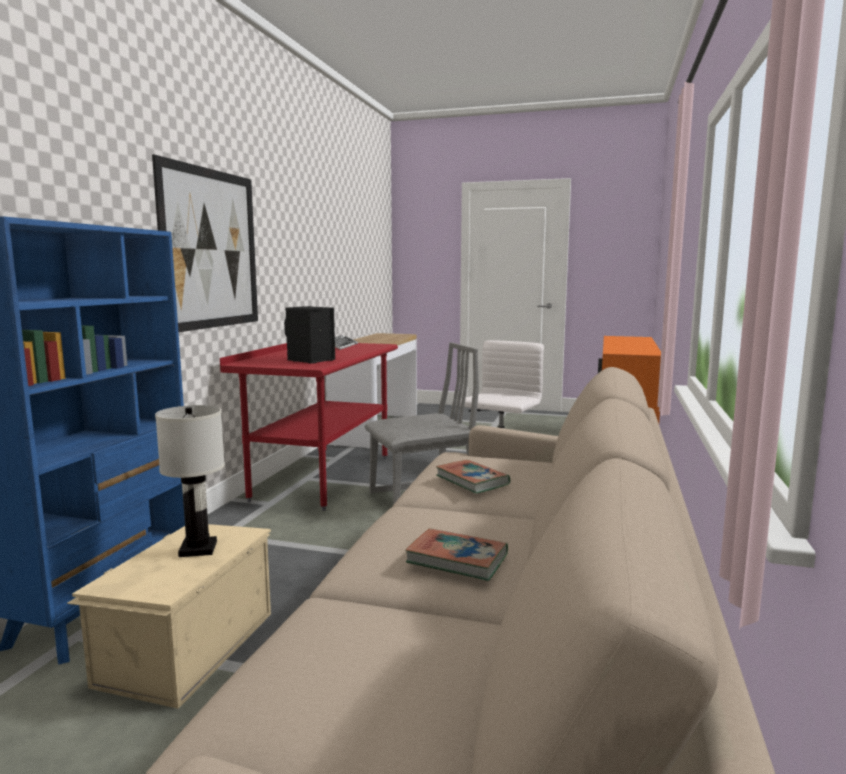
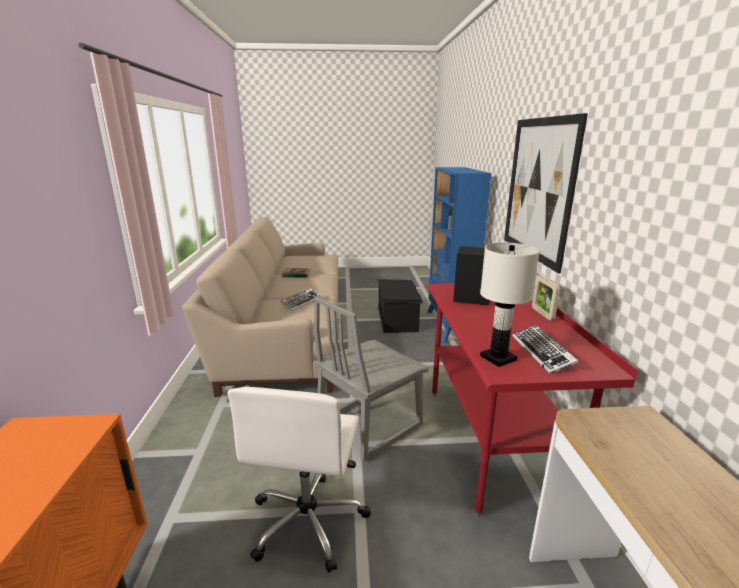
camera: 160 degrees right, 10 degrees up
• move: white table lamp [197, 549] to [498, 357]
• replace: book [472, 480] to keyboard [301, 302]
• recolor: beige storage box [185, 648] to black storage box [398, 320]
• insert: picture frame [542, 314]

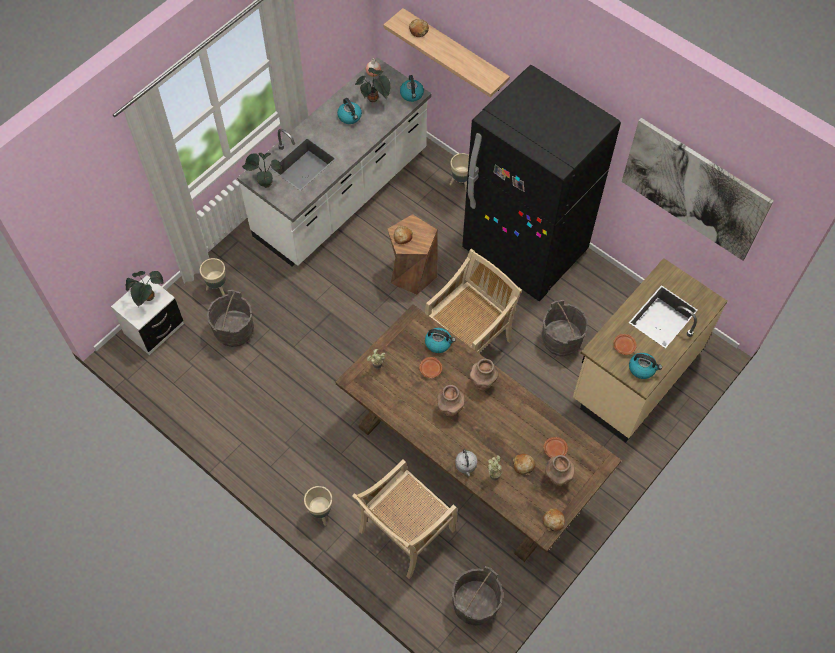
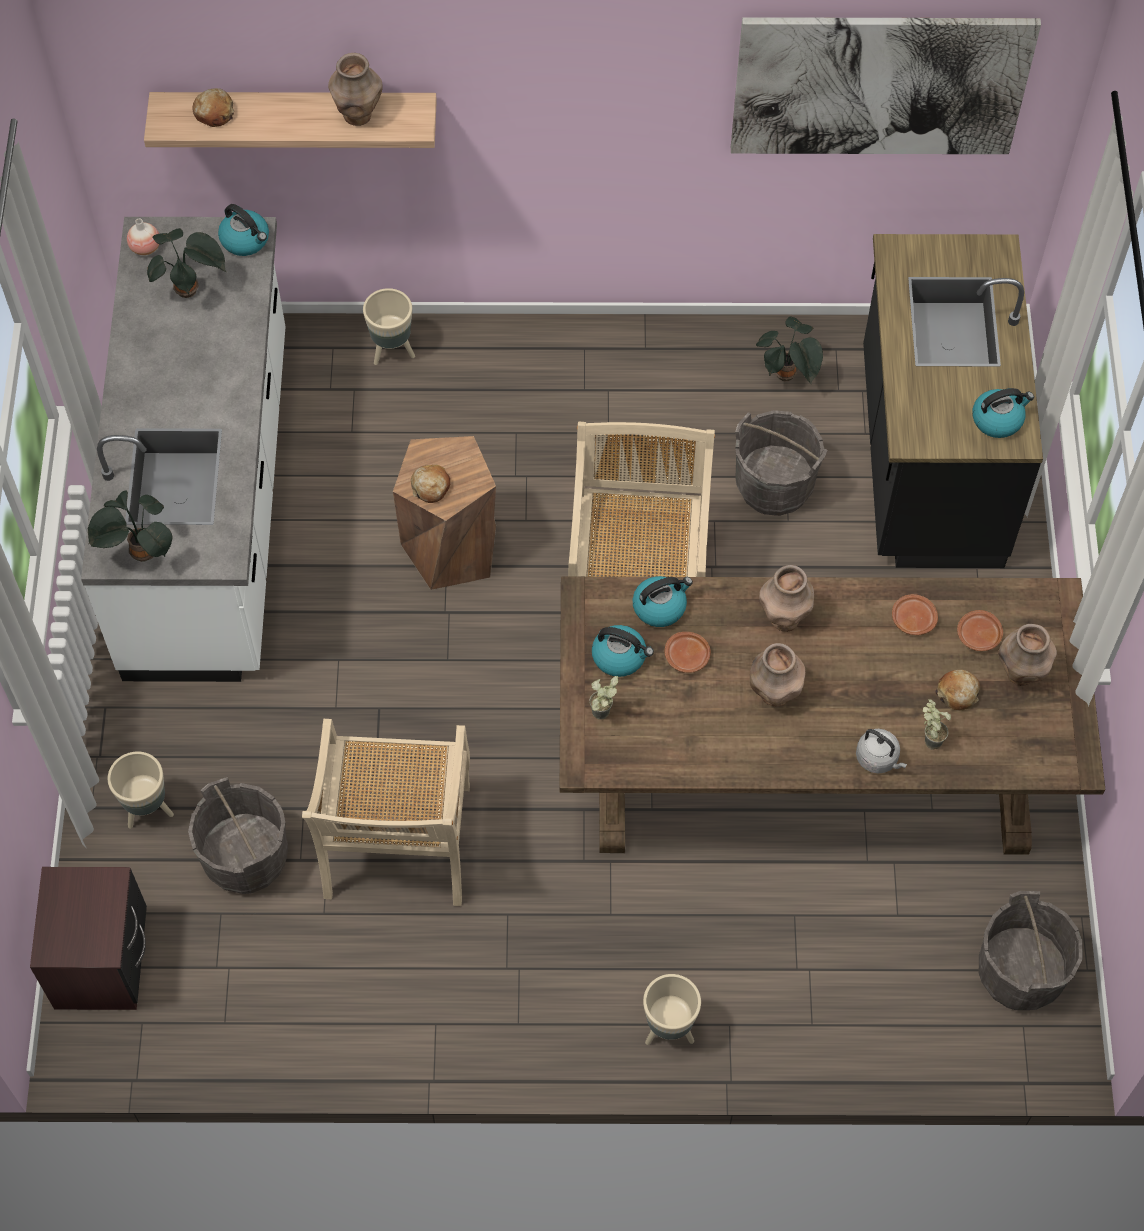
camera: 40 degrees left, 0 degrees up
• delete: black fridge [524, 251]
• move: kettle [350, 117] to [620, 657]
• recolor: beige counter [634, 376] to black counter [927, 460]
• move: potted plant [148, 298] to [787, 376]
• recolor: white nightstand [154, 329] to brown nightstand [101, 960]
• move: brown plate [624, 346] to [913, 619]
• move: beige chair [405, 532] to [398, 845]
• delete: bread [553, 521]
• insert: brown vase [358, 115]

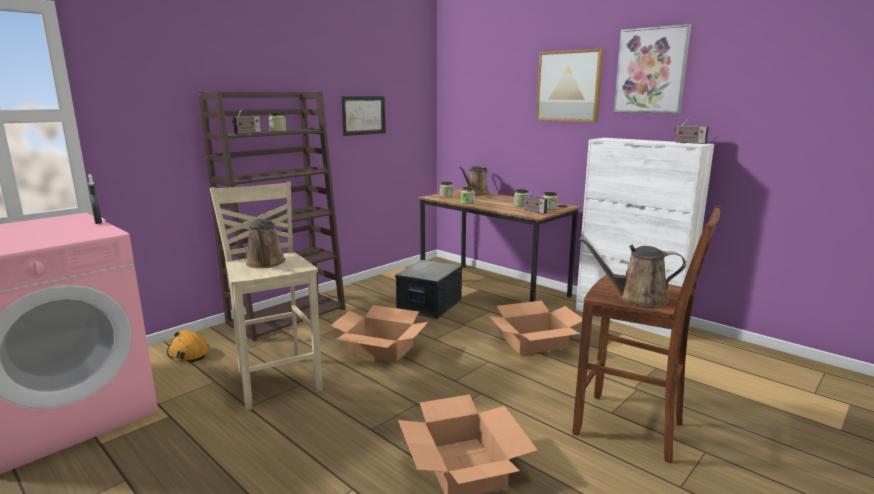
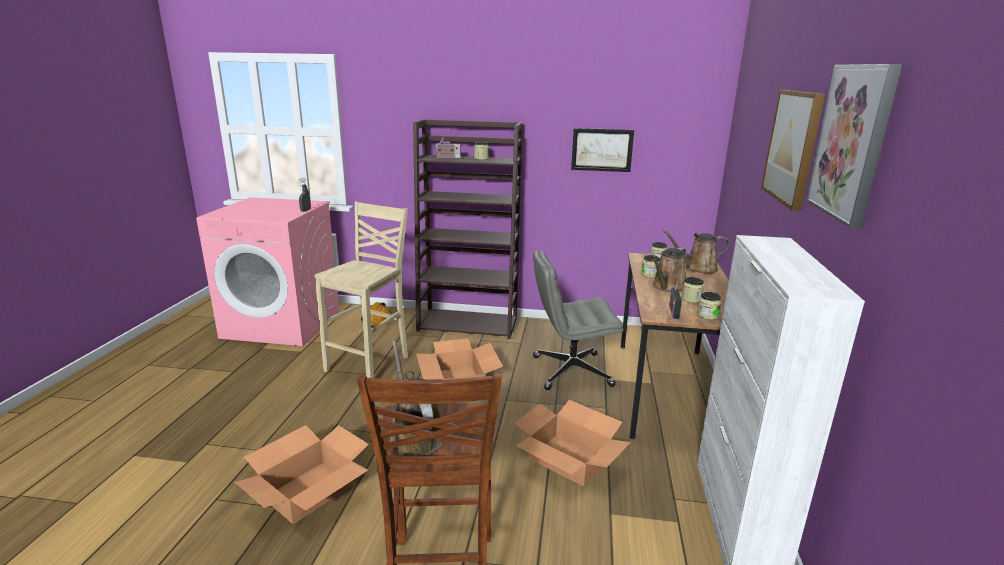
camera: 55 degrees right, 5 degrees up
• delete: radio [688, 142]
• move: brown watering can [265, 263] to [667, 287]
• replace: storage box [429, 306] to grey office chair [570, 371]

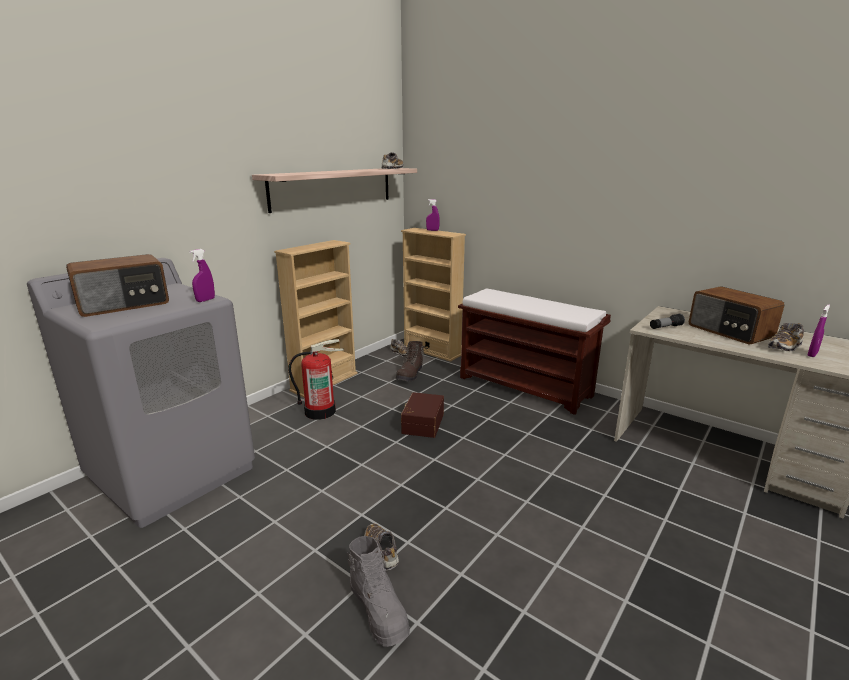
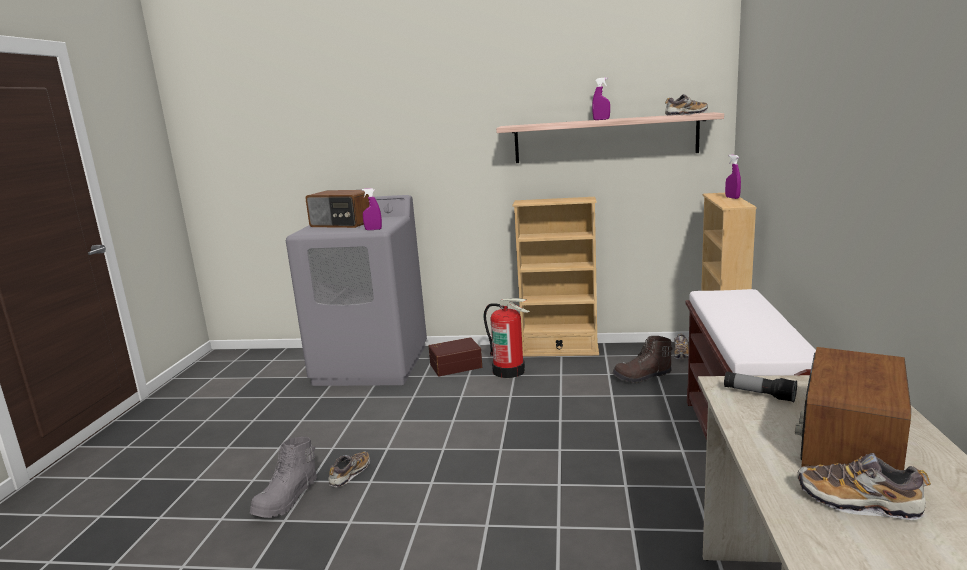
camera: 60 degrees right, 5 degrees down
• move: purple spray bottle [812, 354] to [601, 119]
• move: brown storage box [421, 423] to [455, 365]

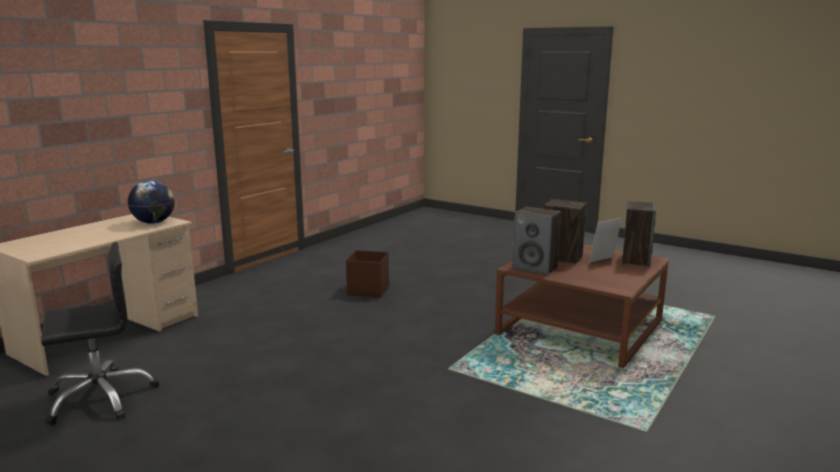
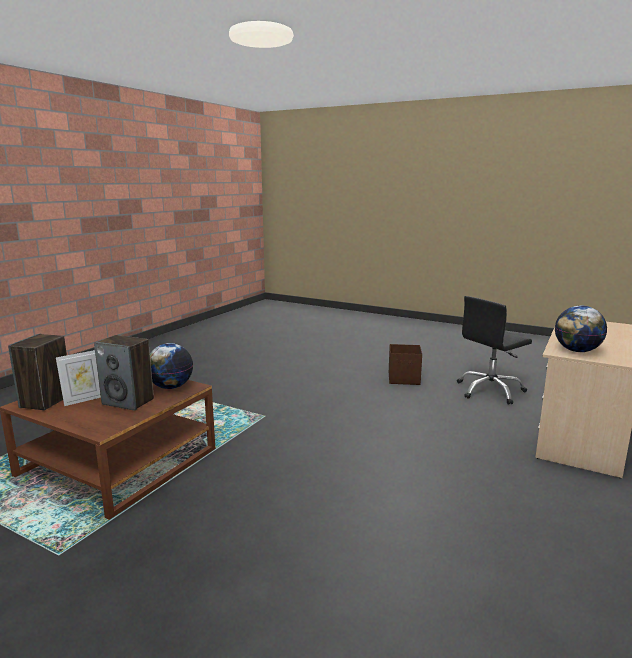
camera: 175 degrees right, 0 degrees up
• replace: speaker [535, 268] to globe [171, 387]
• move: brown storage box [367, 290] to [404, 379]

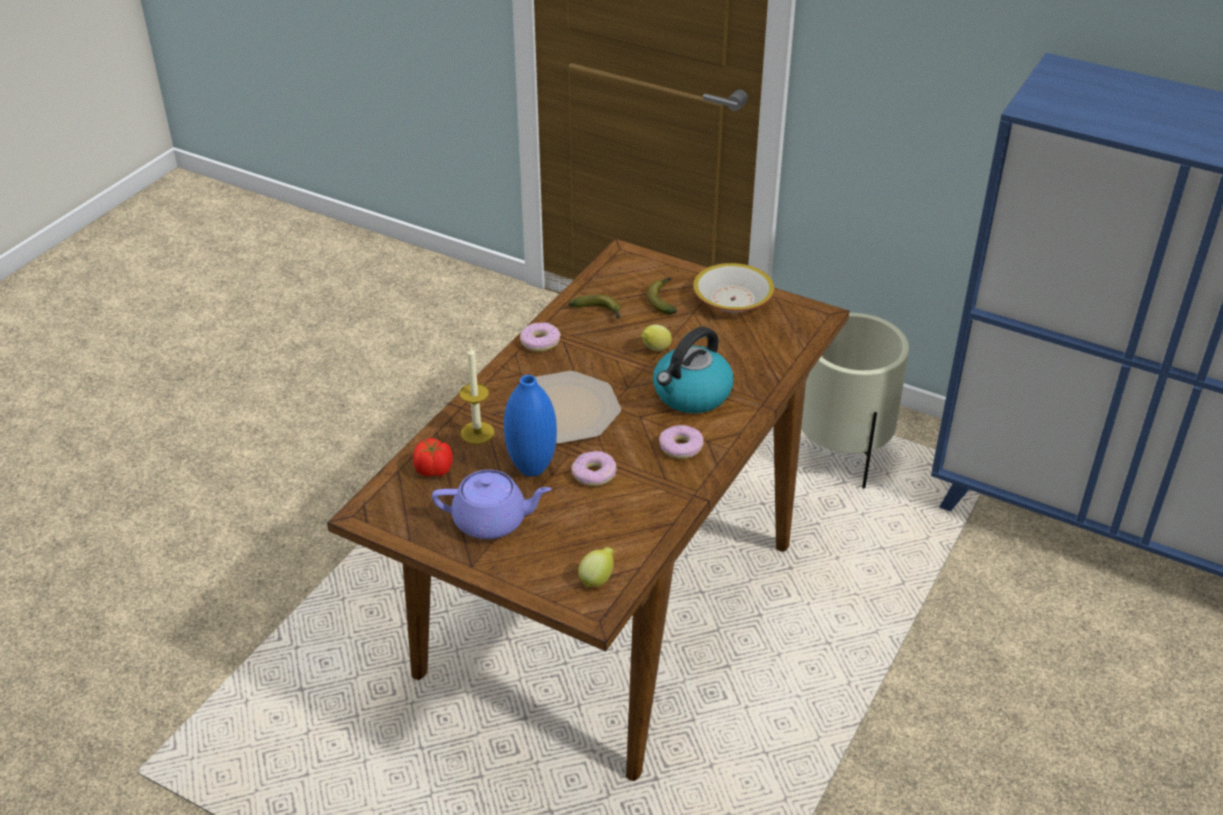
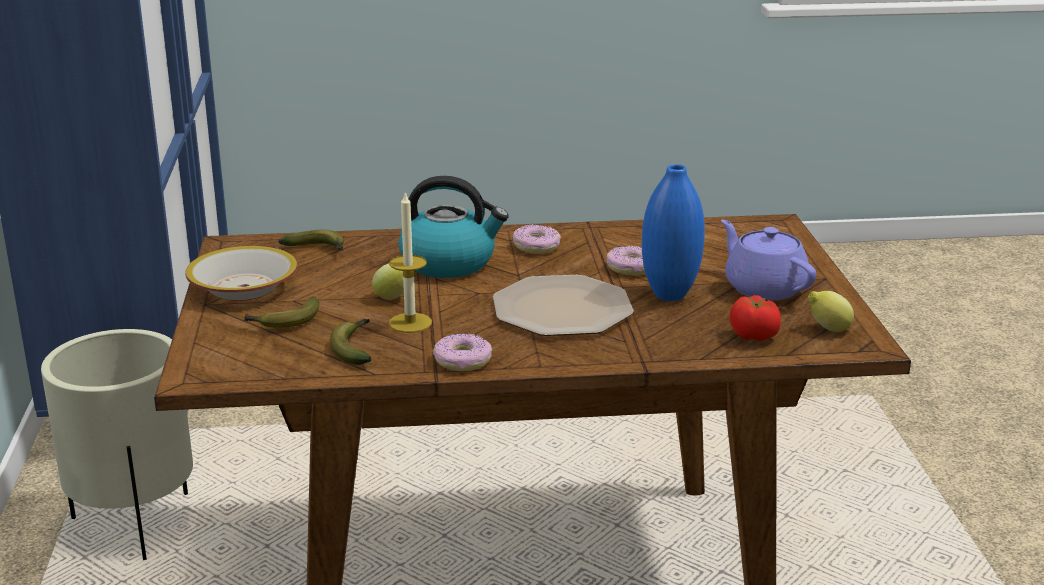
camera: 125 degrees left, 15 degrees down
• move: candle [477, 433] to [410, 323]
• move: lemon [597, 579] to [828, 329]
• insert: banana [318, 249]

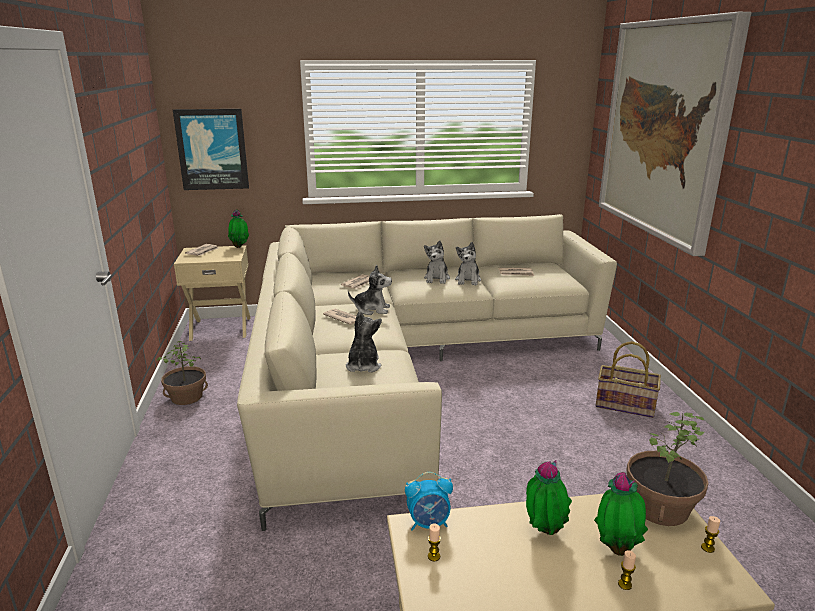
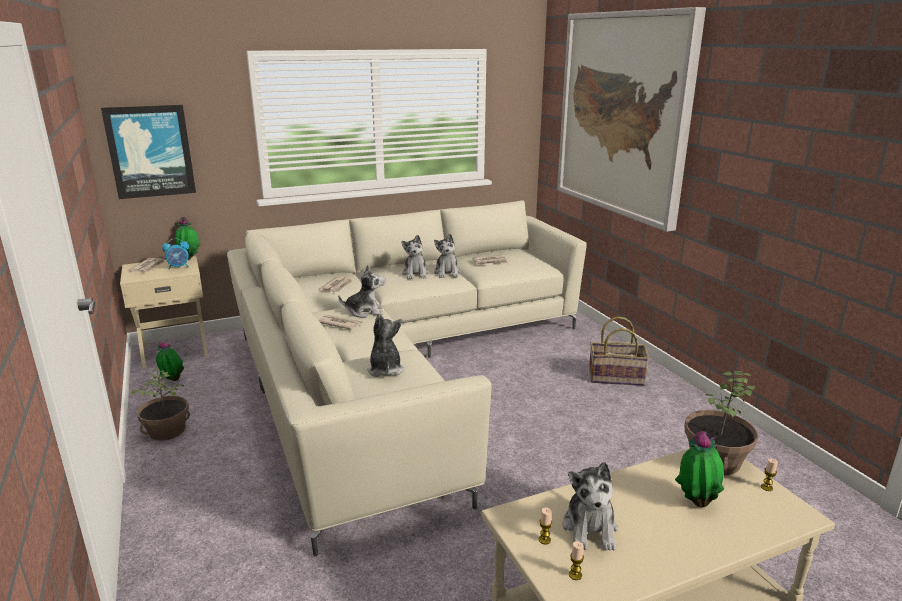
camera: 15 degrees left, 0 degrees up
• move: potted plant [543, 532] to [172, 380]
• move: alarm clock [429, 523] to [179, 267]
• move: candle [624, 584] to [575, 575]
• insert: plush toy [590, 528]

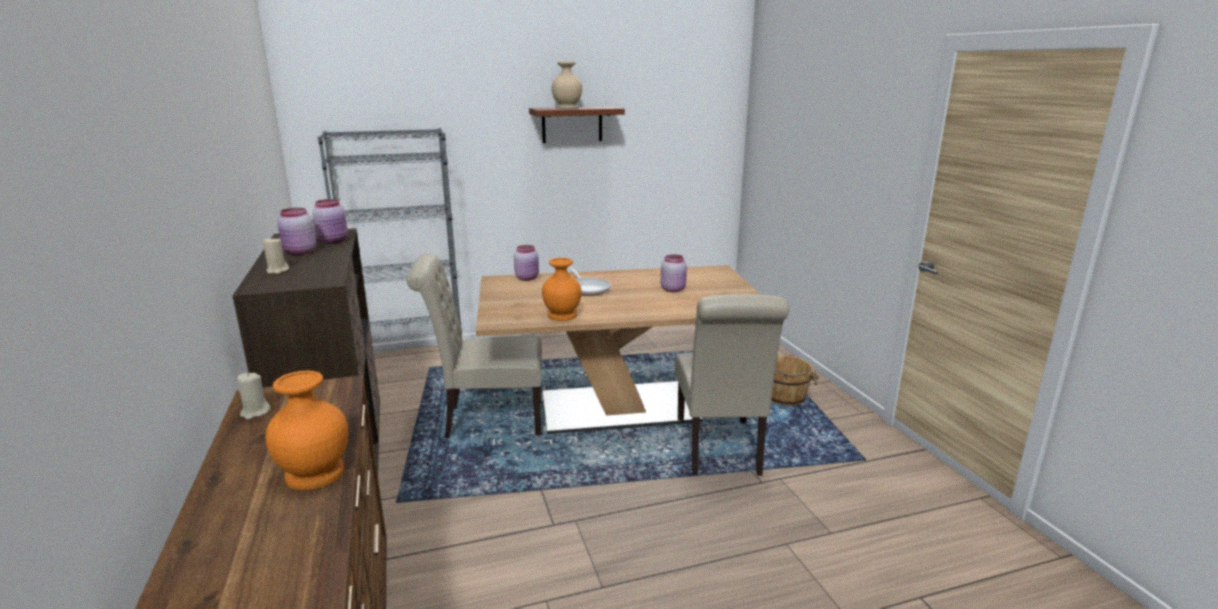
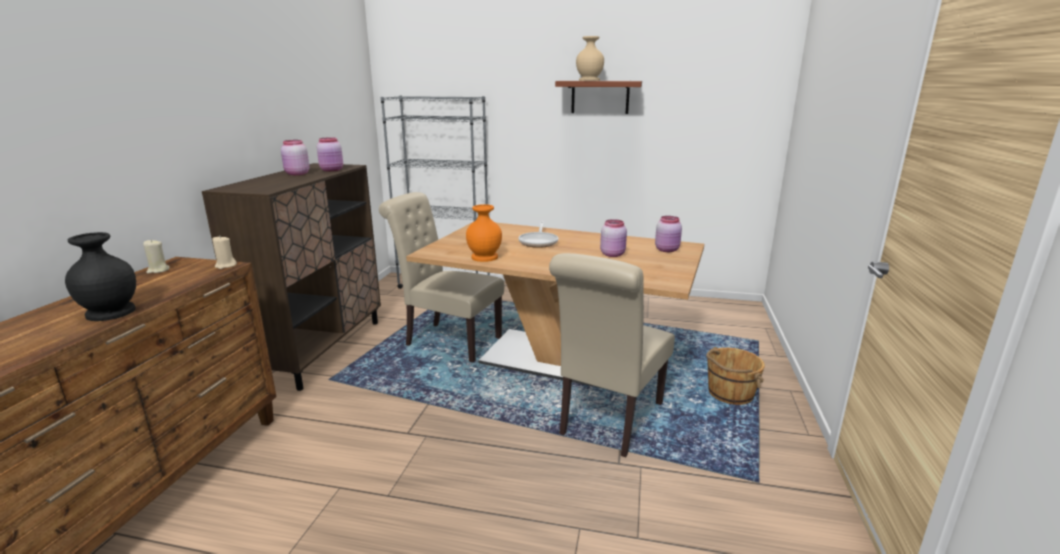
camera: 30 degrees right, 0 degrees up
• move: beige candle [277, 270] to [225, 266]
• move: pink jar [527, 278] to [667, 250]
• recolor: orange vase [316, 473] to black vase [111, 313]

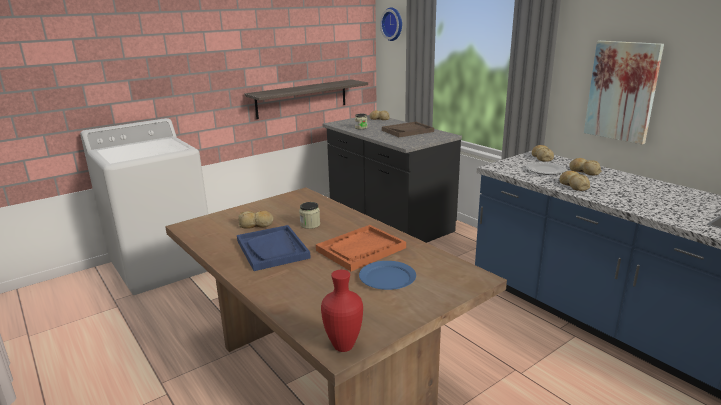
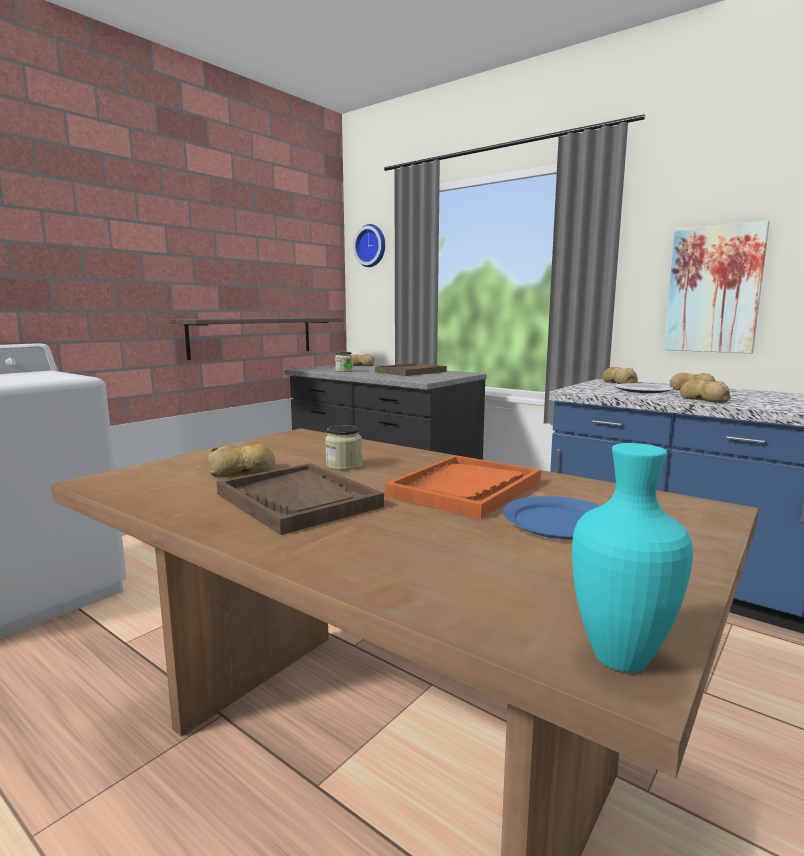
camera: 15 degrees left, 10 degrees down
• recolor: blue tray [272, 249] to brown tray [298, 500]
• recolor: red vase [344, 347] to turquoise vase [624, 660]

